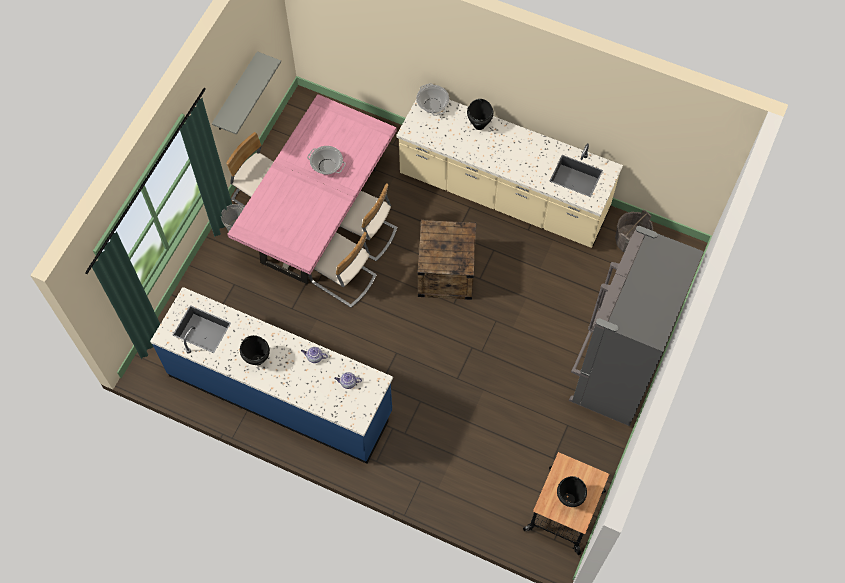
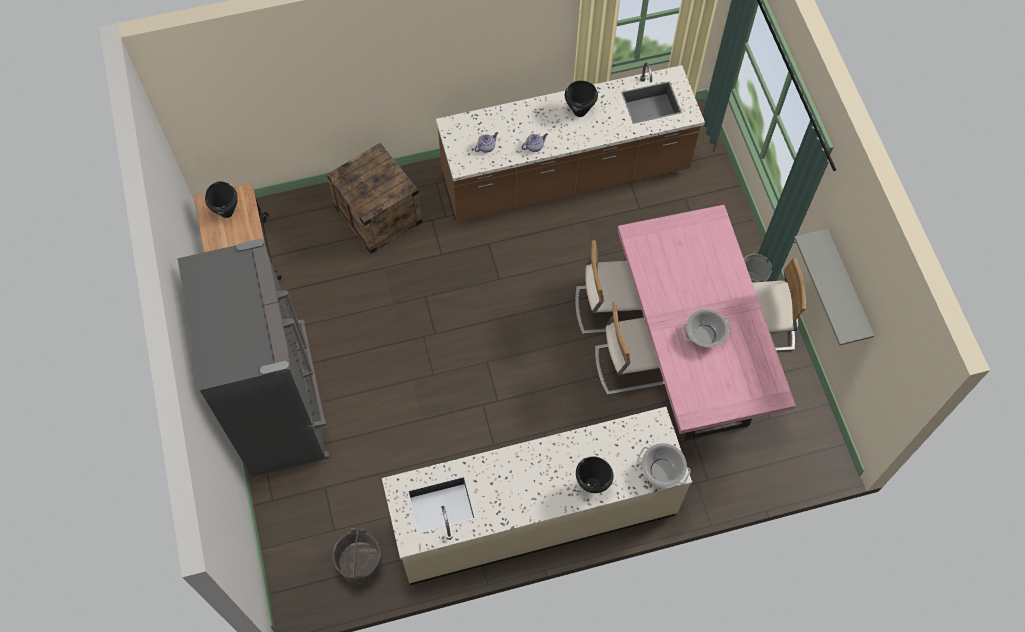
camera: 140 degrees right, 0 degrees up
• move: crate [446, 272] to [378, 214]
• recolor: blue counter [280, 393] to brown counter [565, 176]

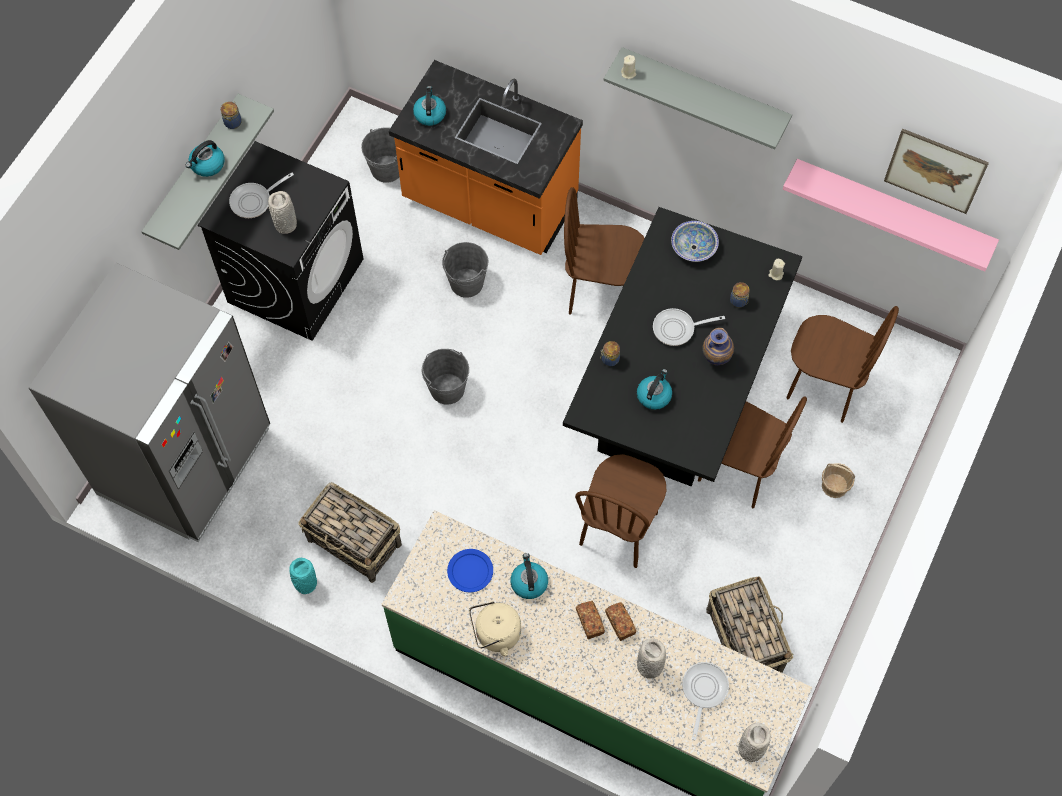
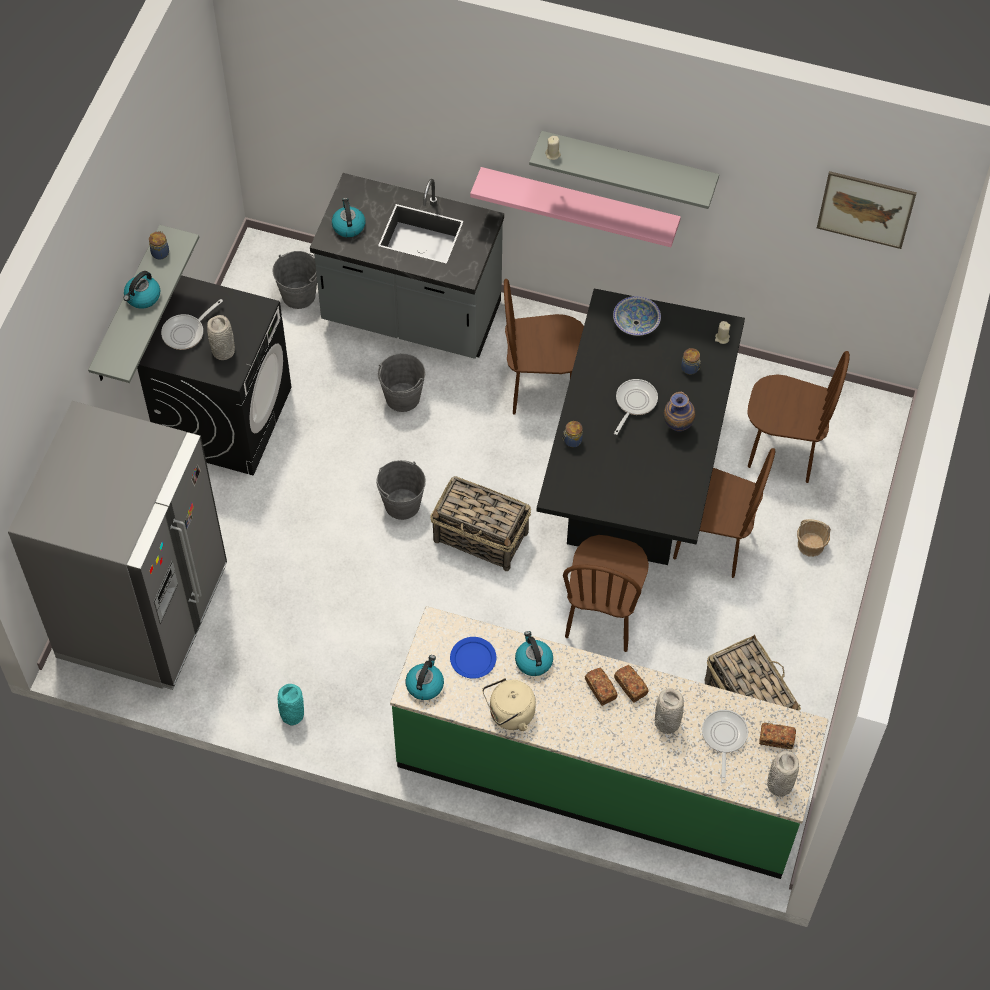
camera: 10 degrees left, 5 degrees down
• recolor: orange counter [489, 203] to grey counter [411, 316]
• move: pink shelf [892, 209] to [579, 203]
• rotate: frying pan [677, 329] = [634, 403] 135 degrees clockwise
• move: kettle [654, 395] to [425, 684]
• move: basket [355, 543] to [481, 537]
• insert: bread [776, 739]

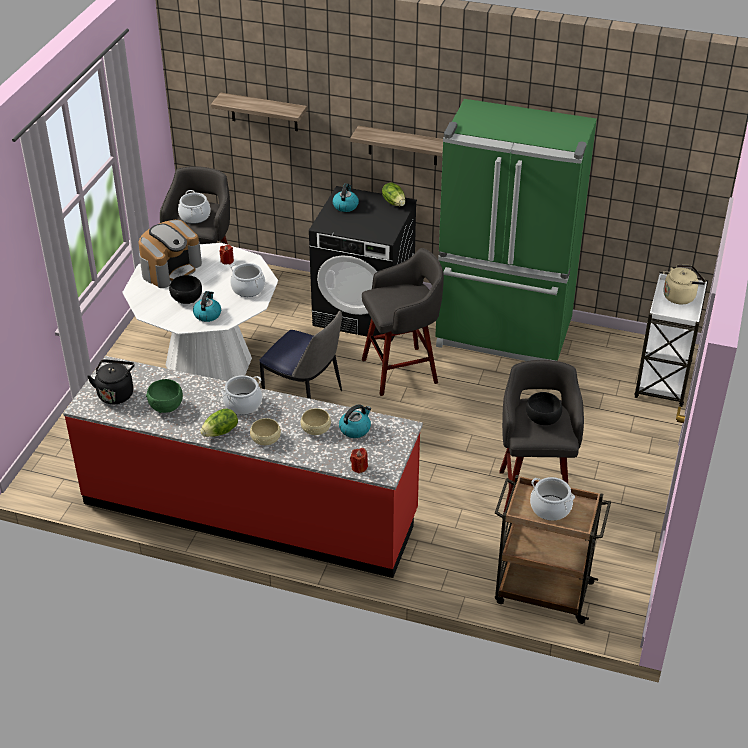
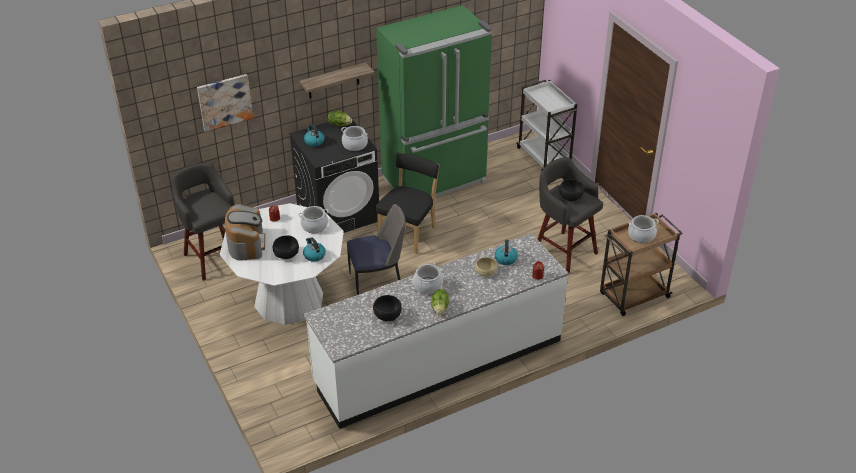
camera: 45 degrees left, 0 degrees up
• replace: shelf [264, 112] to picture [225, 102]
• move: cooking pot [194, 216] to [355, 145]
• replace: grey stool [402, 370] to black chair [409, 233]
• delete: beige kettle [680, 296]
• recolor: red counter [250, 509] to white counter [438, 361]
• delete: black kettle [116, 393]
• recolor: green bowl [166, 406] to black bowl [387, 315]
• delete: beige bowl [265, 438]

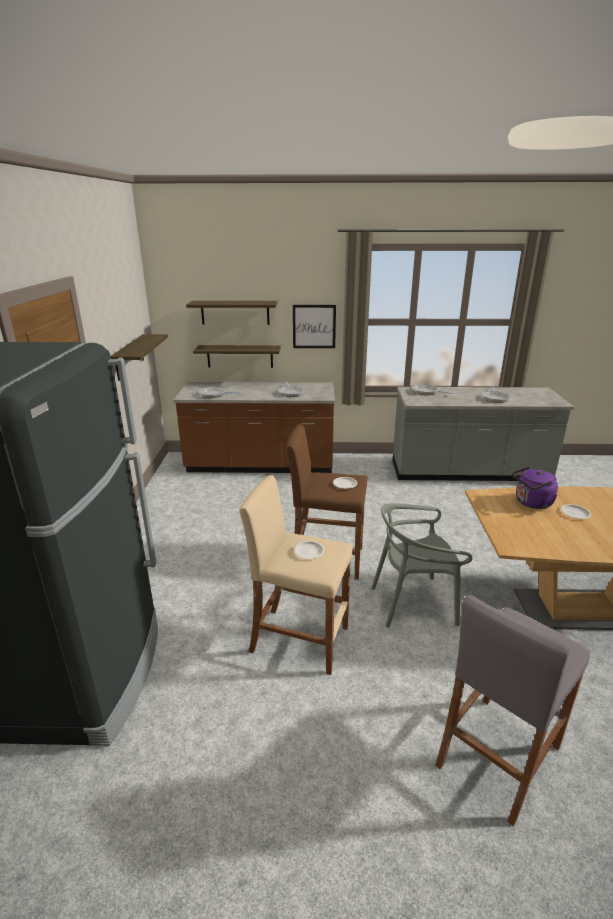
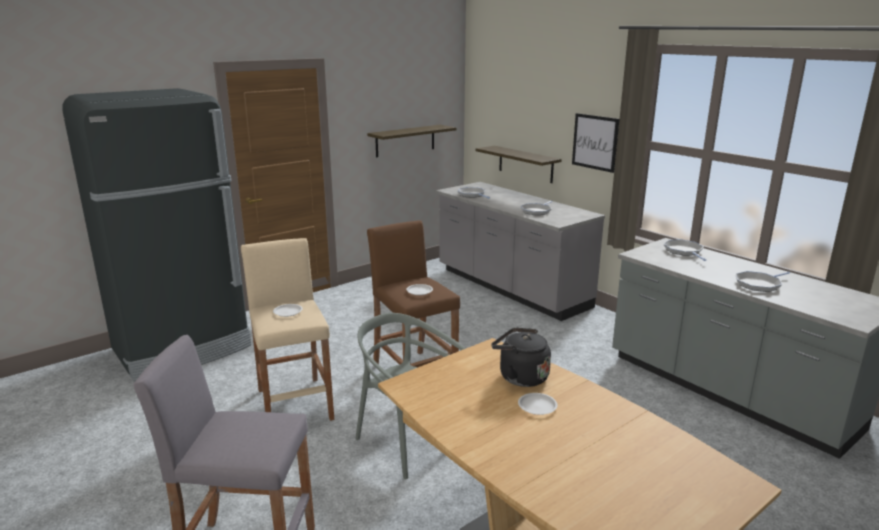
camera: 50 degrees right, 5 degrees down
• delete: shelf [235, 312]
• recolor: brown counter [260, 465] to grey counter [510, 288]
• recolor: purple kettle [531, 503] to black kettle [520, 377]

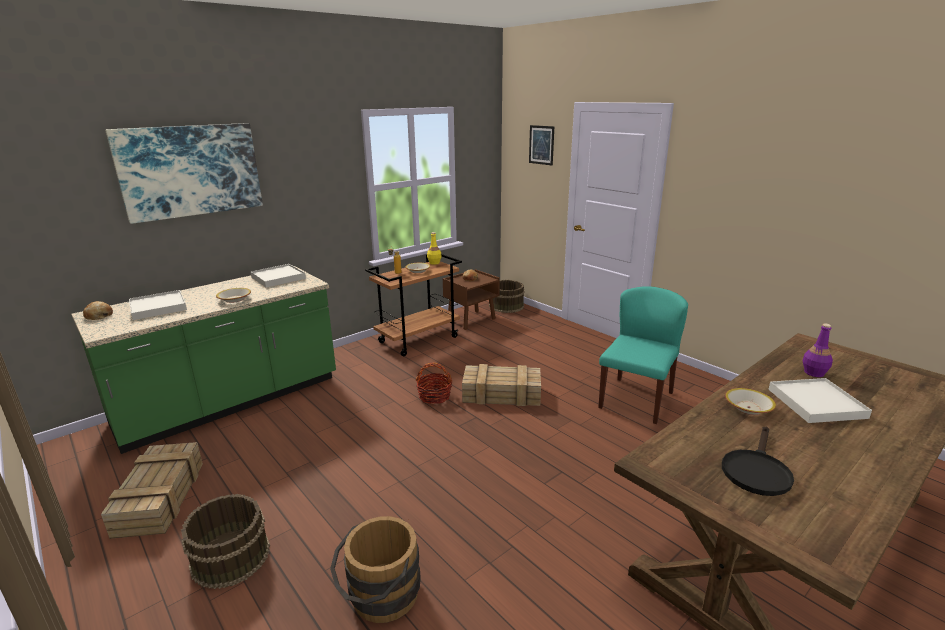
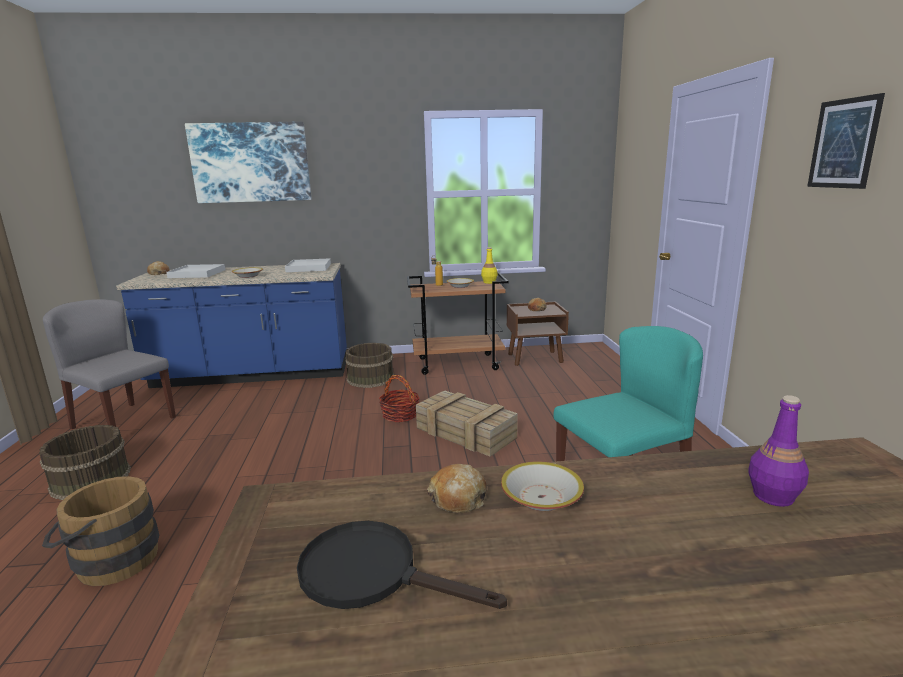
camera: 35 degrees right, 5 degrees down
• move: picture [541, 145] to [843, 143]
• recolor: green counter [230, 402] to blue counter [252, 374]
• move: brown bucket [506, 306] to [370, 378]
• delete: white tray [816, 403]
• rotate: black frying pan [756, 470] = [373, 573] 45 degrees clockwise
• replace: crate [160, 496] to grey chair [123, 422]
• insert: bread [458, 498]

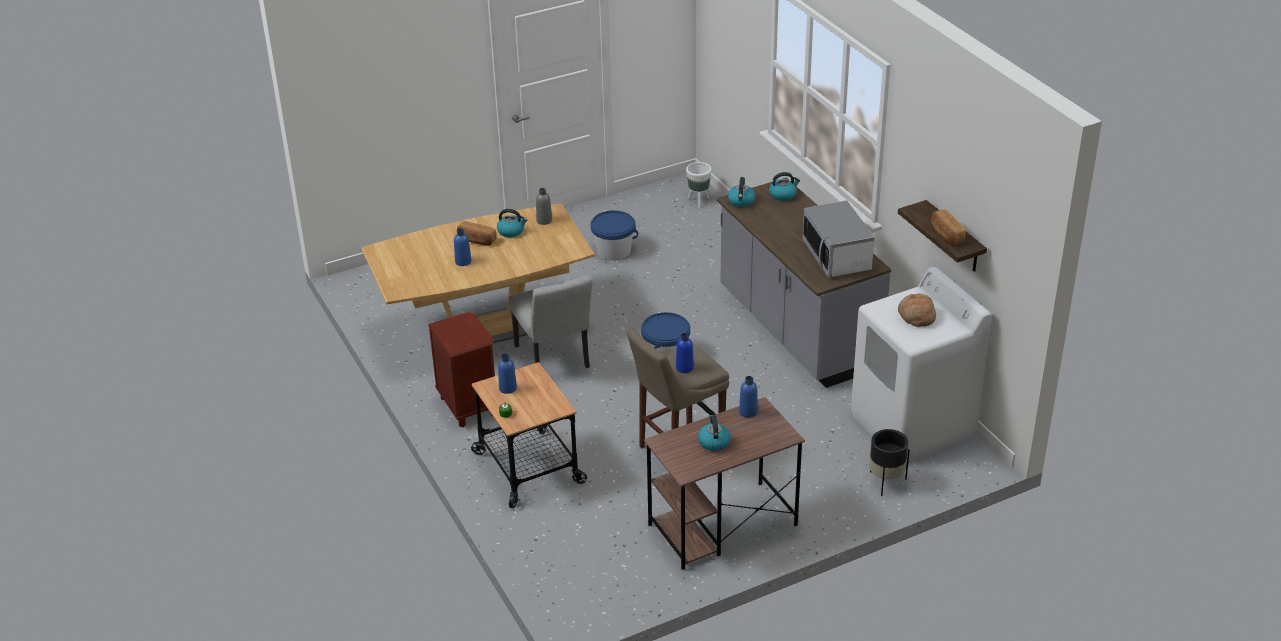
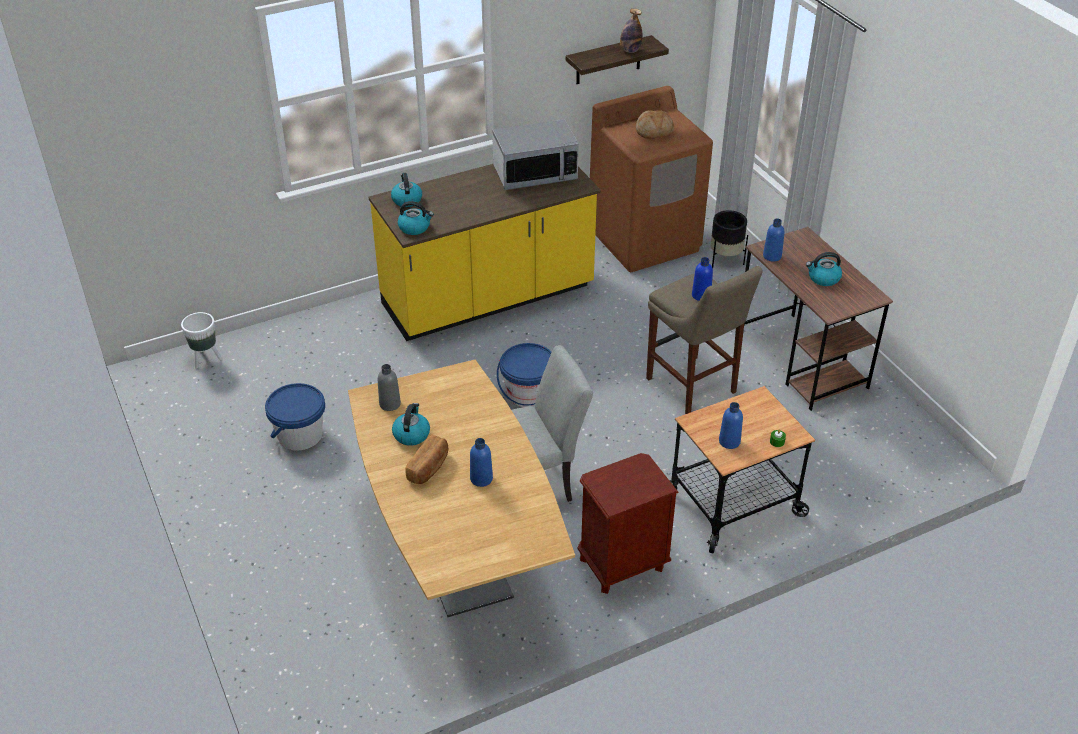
camera: 90 degrees left, 5 degrees up
• recolor: grey counter [796, 330] to yellow counter [488, 298]
• replace: bread [946, 235] to bottle [630, 50]
• recolor: white washing machine [912, 426] to brown washing machine [645, 240]

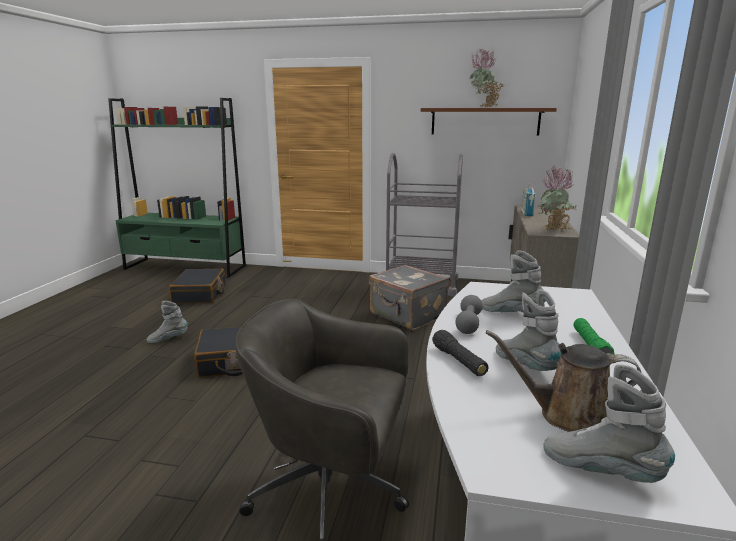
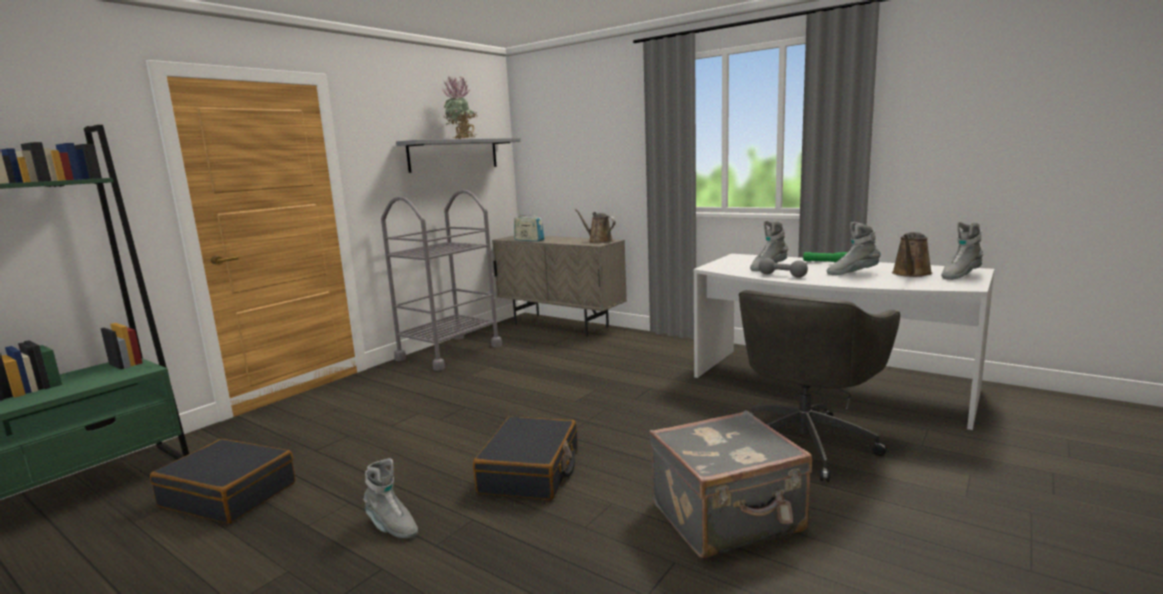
camera: 65 degrees left, 5 degrees down
• recolor: brown shelf [485, 121] to grey shelf [454, 155]
• replace: potted plant [554, 231] to brown watering can [598, 241]
• move: grey suitcase [407, 316] to [728, 518]
• rotate: grey boot [168, 339] = [391, 527] 60 degrees counterclockwise
• delete: black flashlight [459, 361]

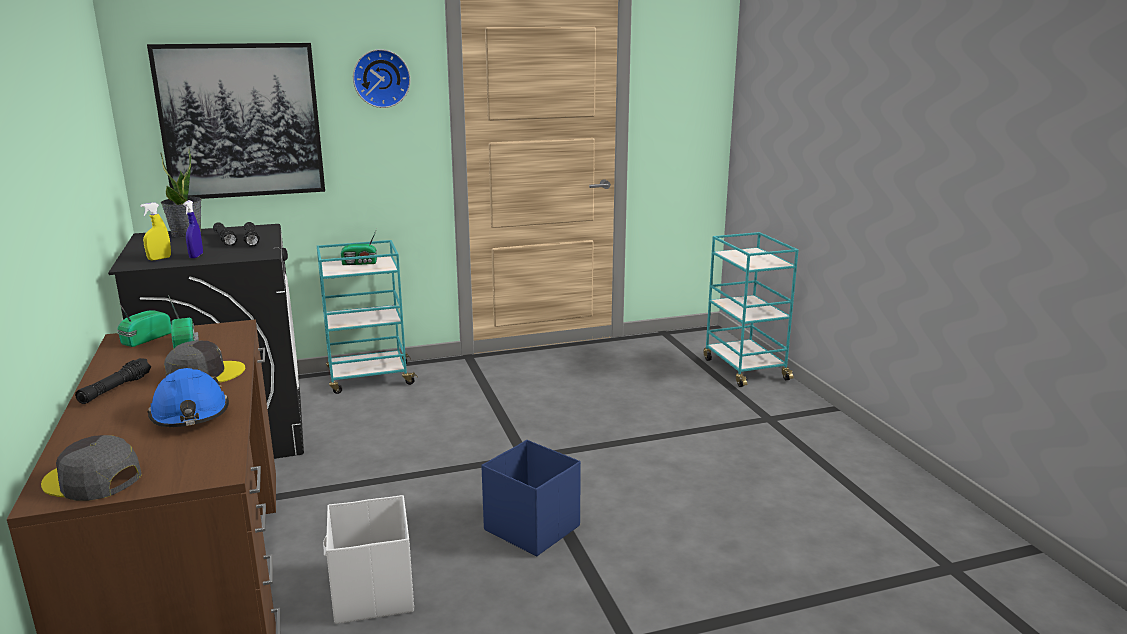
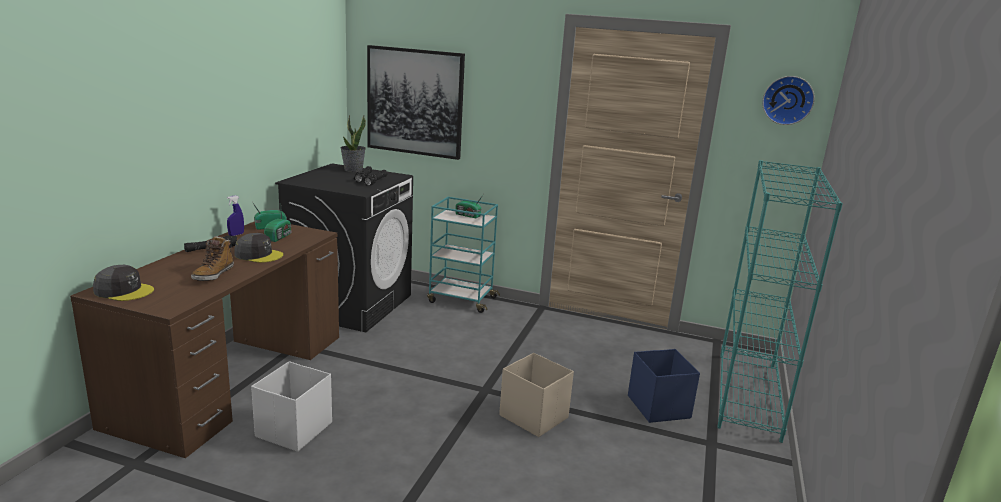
camera: 35 degrees right, 0 degrees up
• move: wall clock [381, 78] to [787, 100]
• move: blue spray bottle [196, 256] to [236, 234]
• delete: yellow spray bottle [159, 258]
• replace: turquoise cart [744, 369] to turquoise bookcase [748, 395]
• replace: blue hard hat [190, 415] to boot [213, 274]
• rotate: grey cap [92, 480] = [124, 291] 135 degrees clockwise
• move: blue storage box [531, 527] to [658, 406]
• insert: beige storage box [533, 416]

